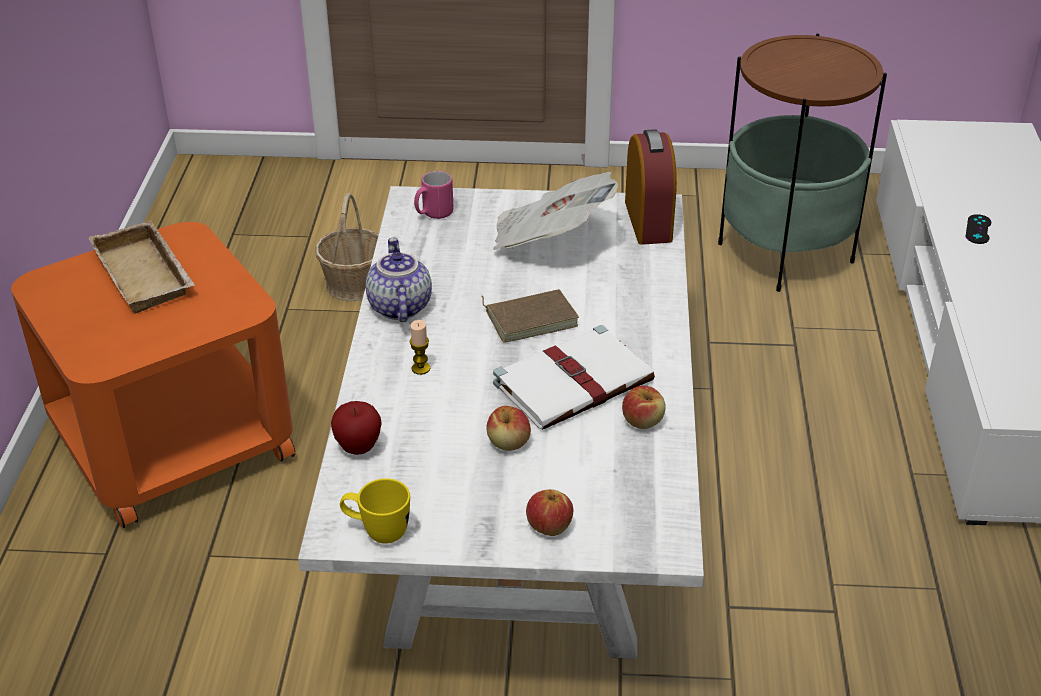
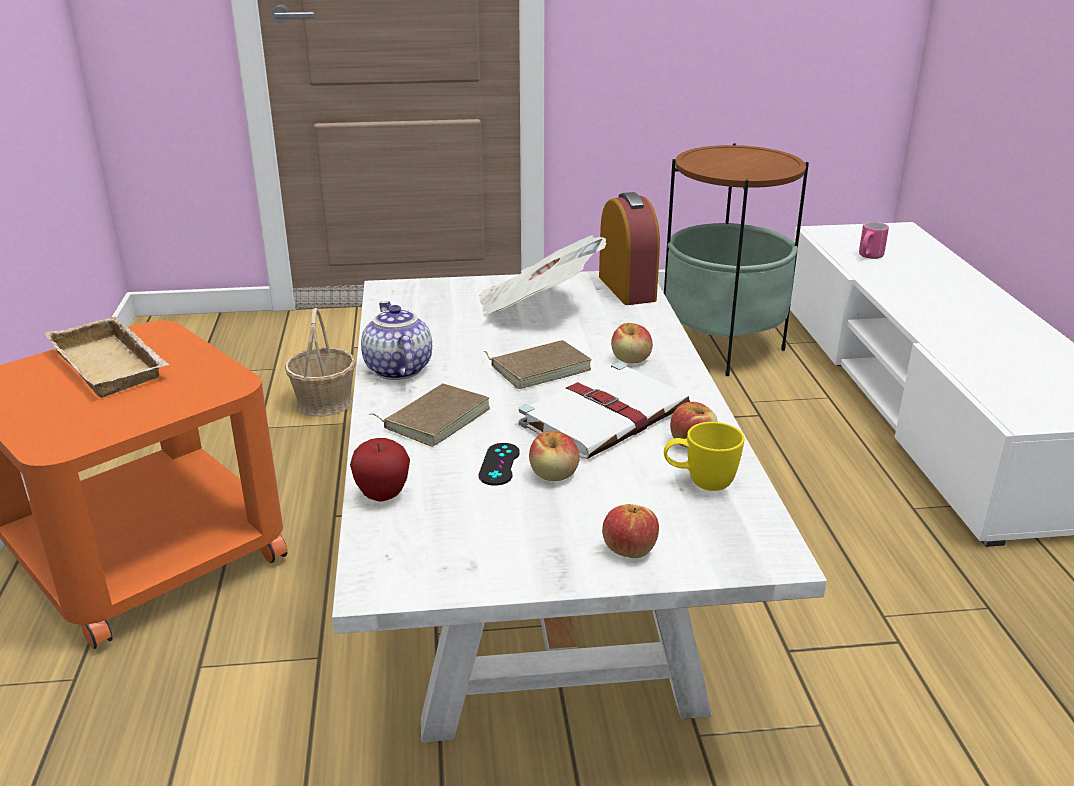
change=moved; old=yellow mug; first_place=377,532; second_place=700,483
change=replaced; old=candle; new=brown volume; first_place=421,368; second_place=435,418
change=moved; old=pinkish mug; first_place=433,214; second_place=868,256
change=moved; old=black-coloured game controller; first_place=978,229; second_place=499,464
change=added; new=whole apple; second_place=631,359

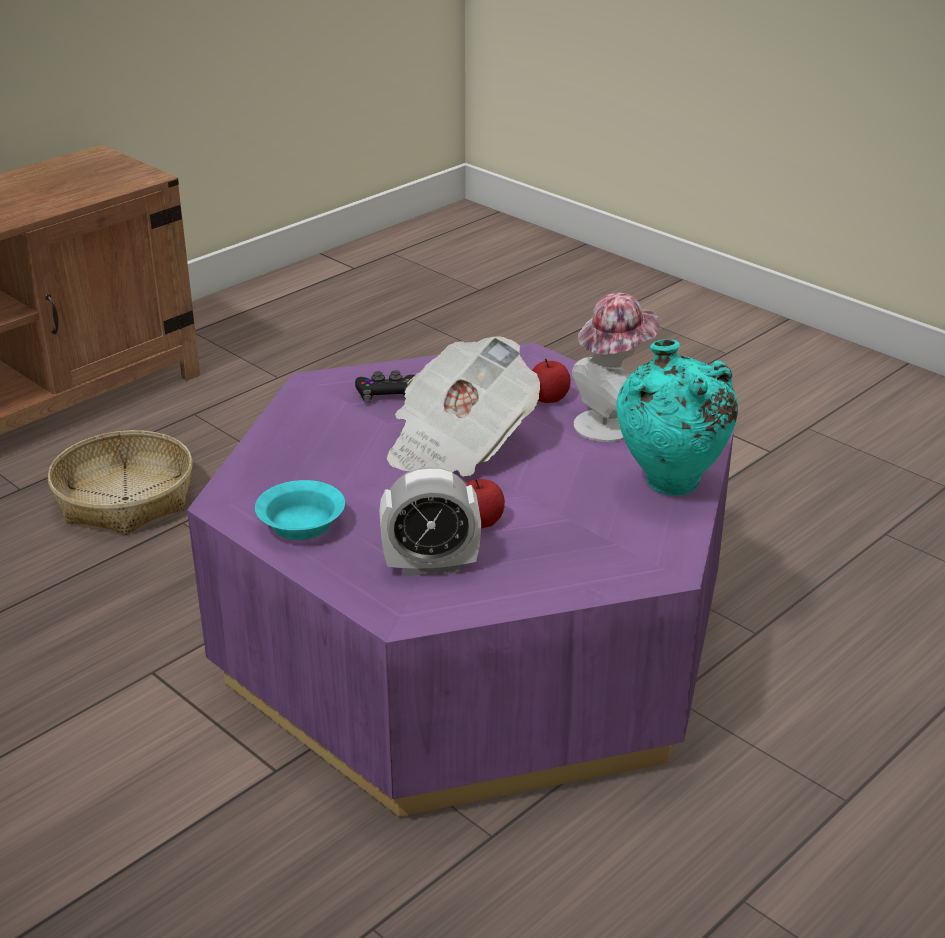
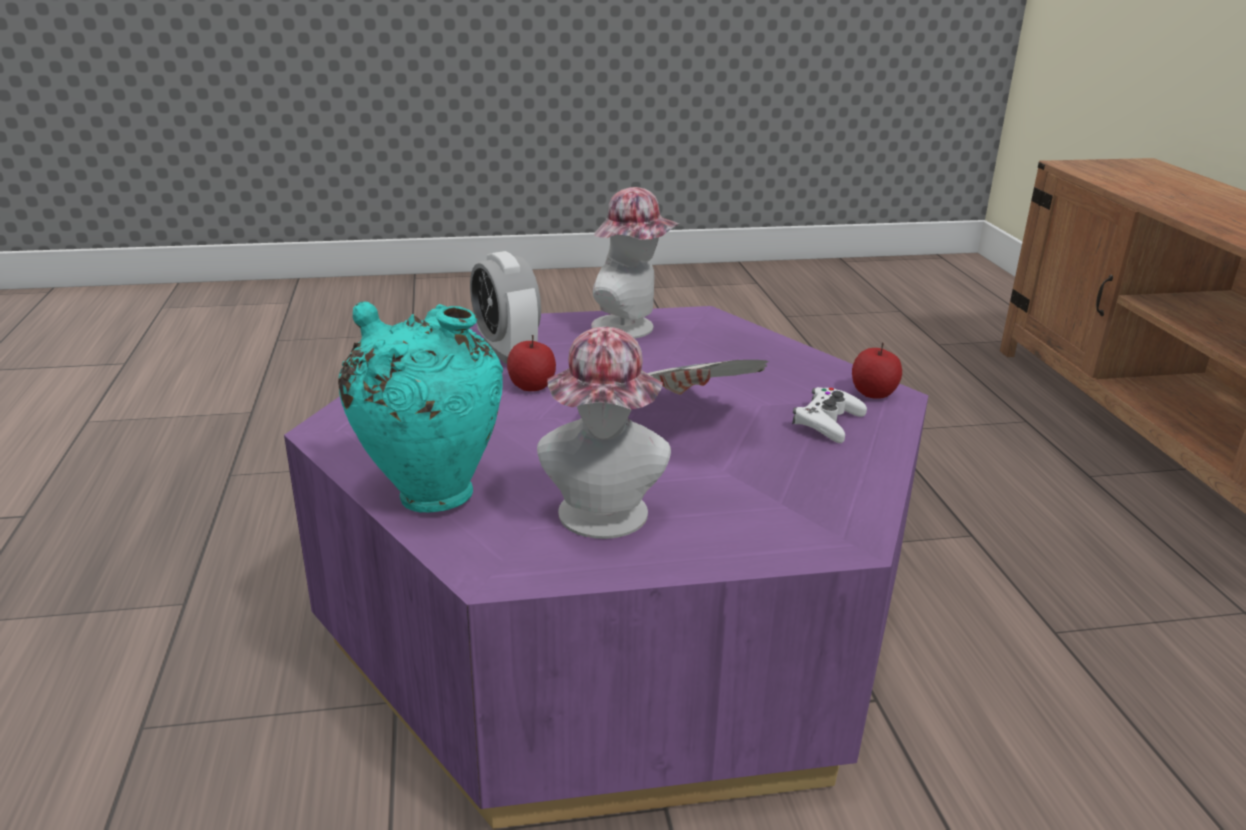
change=removed; old=basket; first_place=125,498
change=replaced; old=blue-green deep dish; new=hat; first_place=300,527; second_place=631,328
change=recoloured; old=black-coloured game controller; new=white-coloured game controller; first_place=387,393; second_place=828,422
change=turned; old=alarm clock; first_place=430,565; second_place=507,351; degrees=-60
change=moved; old=whole apple; first_place=548,398; second_place=873,393

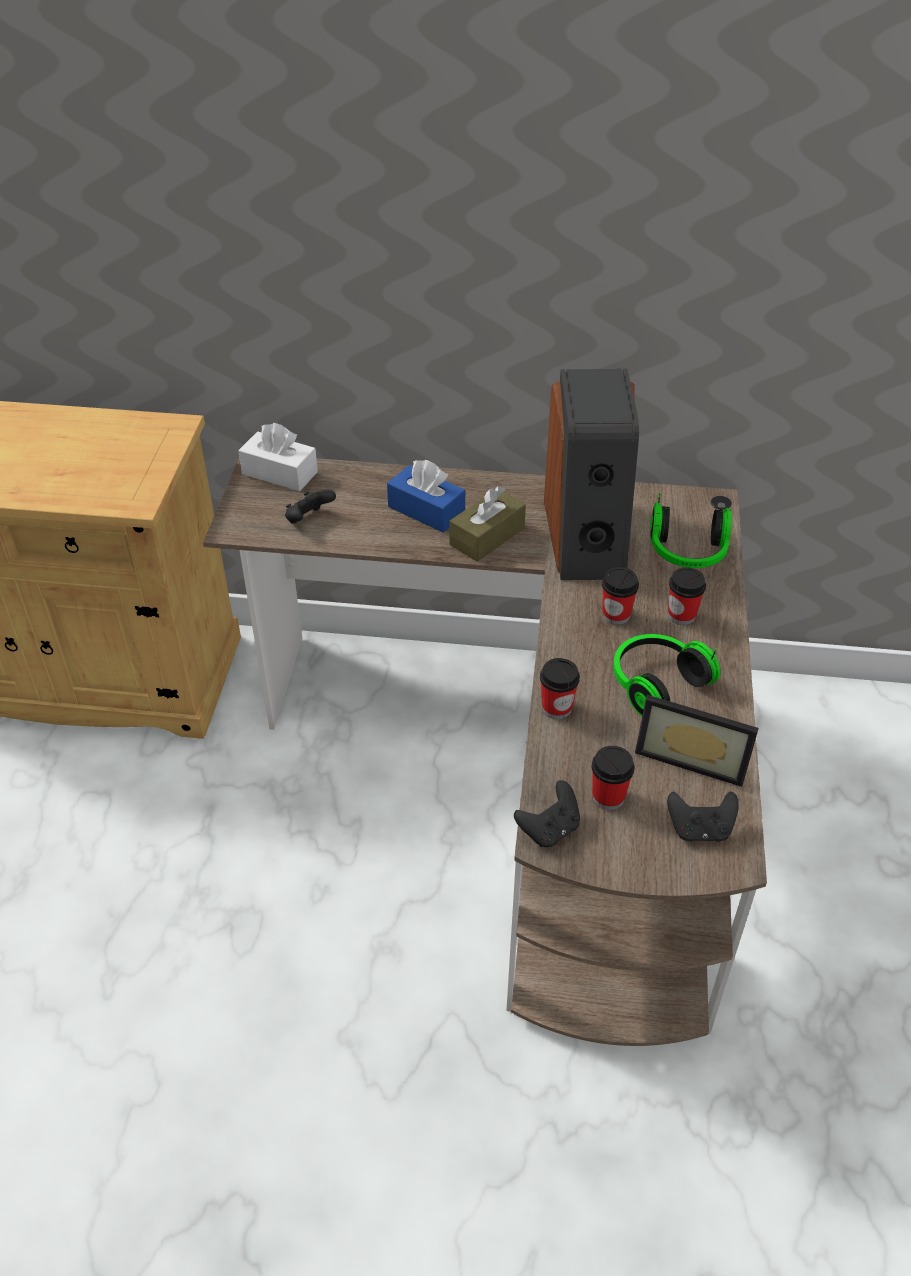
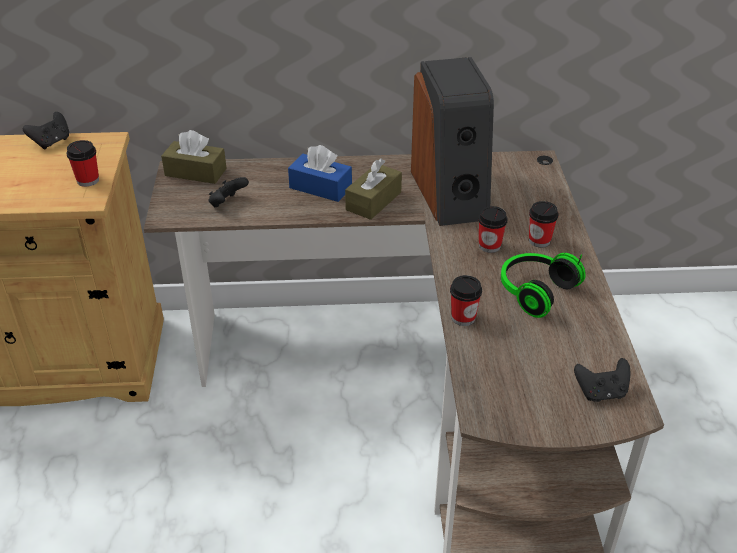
change=recoloured; old=white-coloured tissue holder; new=brown tissue holder; first_place=280,473; second_place=195,172
change=moved; old=black-coloured game controller; first_place=549,829; second_place=51,142
change=moved; old=small cup; first_place=608,797; second_place=88,180
change=removed; old=standing frame; first_place=692,755
change=removed; old=headset; first_place=687,554

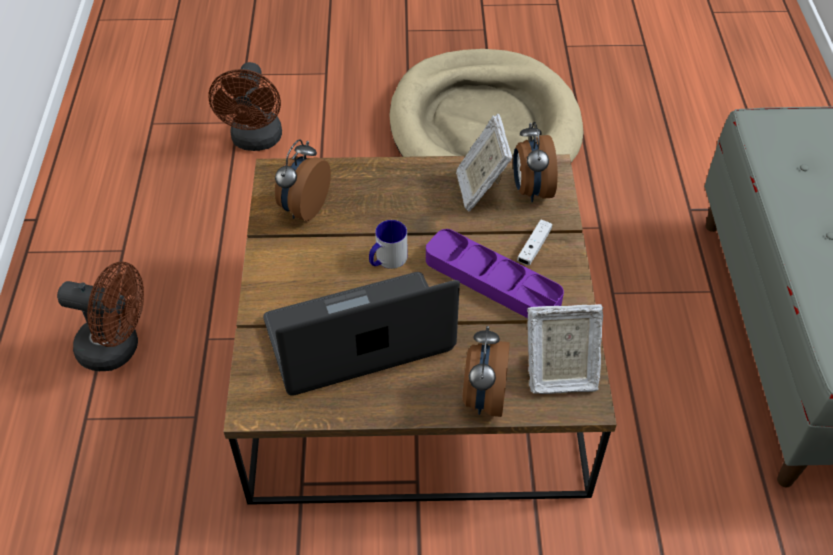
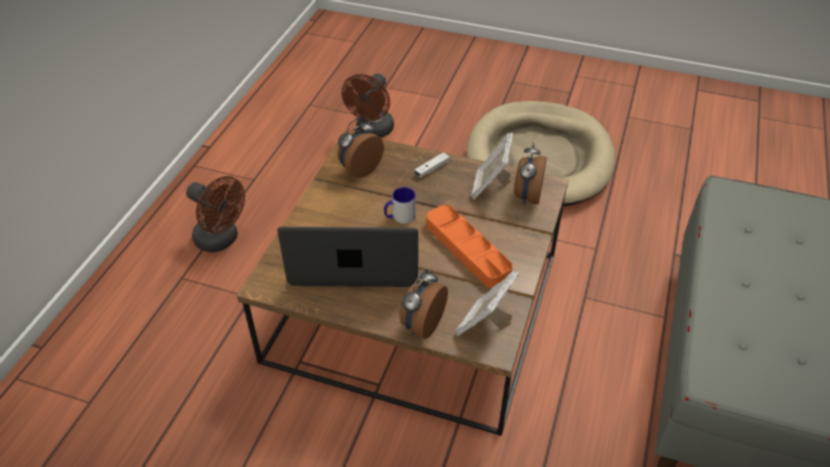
change=recoloured; old=purple tray; new=orangey tray; first_place=492,281; second_place=467,249
change=moved; old=white-coloured game controller; first_place=534,247; second_place=432,169
change=turned; old=standing frame; first_place=559,374; second_place=484,324; degrees=105

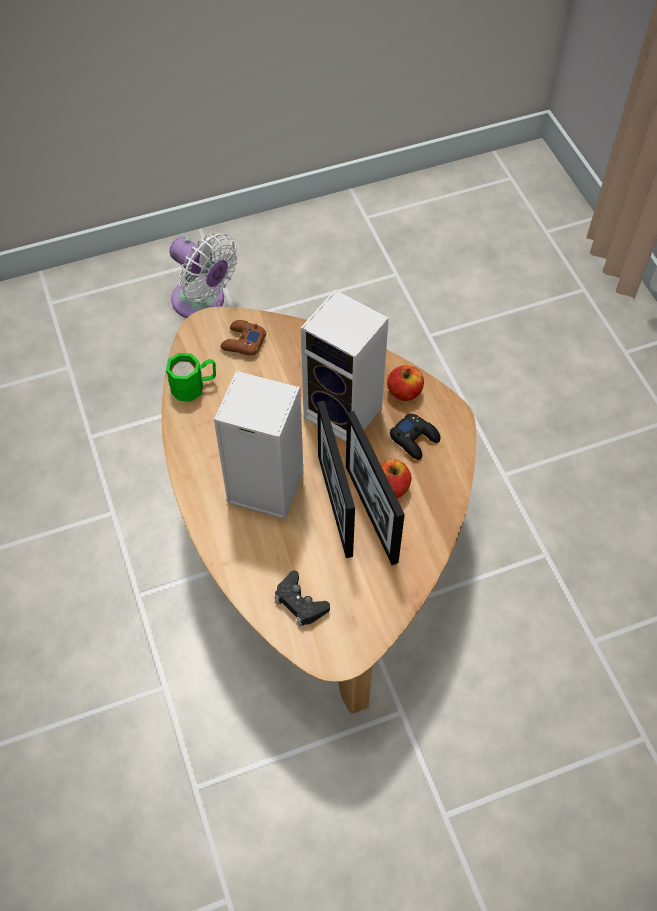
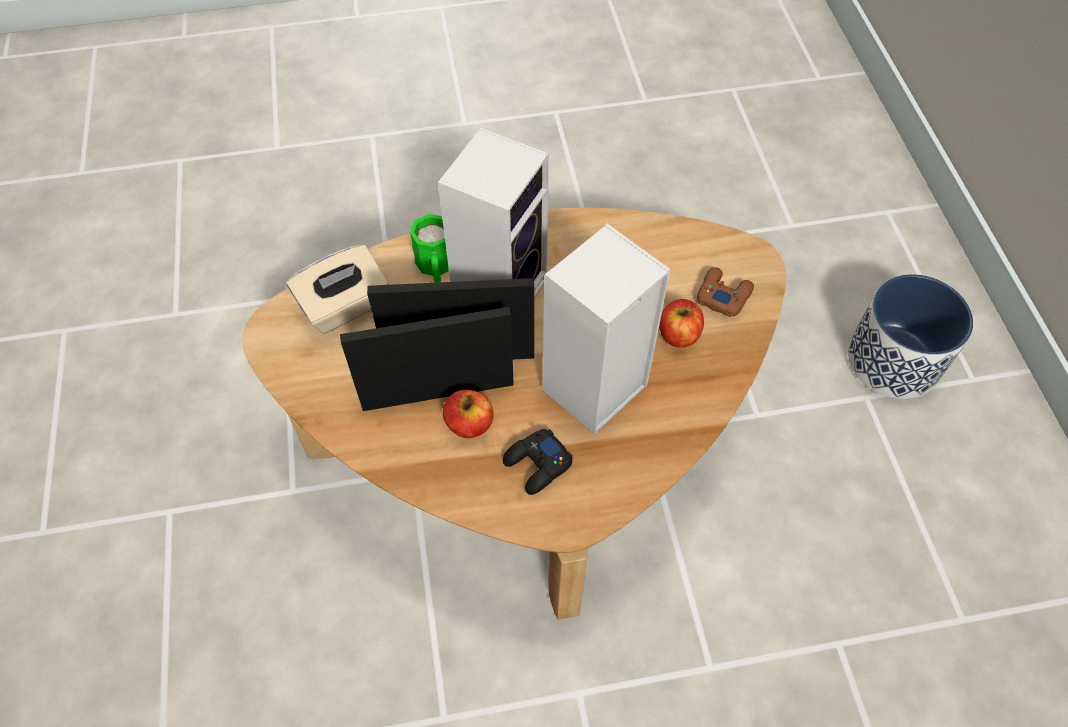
change=moved; old=green mug; first_place=194,386; second_place=436,267
change=replaced; old=white-coloured electric fan; new=plant pot; first_place=202,302; second_place=894,361
change=replaced; old=black-coloured game controller; new=beige tissue holder; first_place=300,602; second_place=345,307
change=moved; old=whole apple; first_place=404,392; second_place=678,335

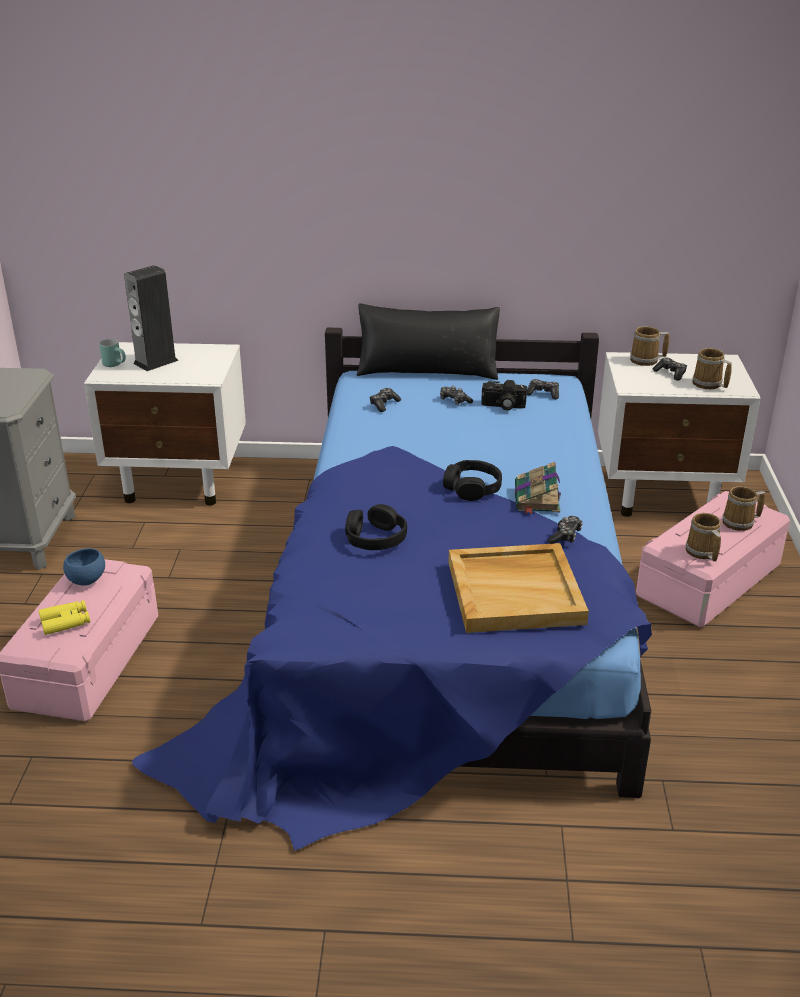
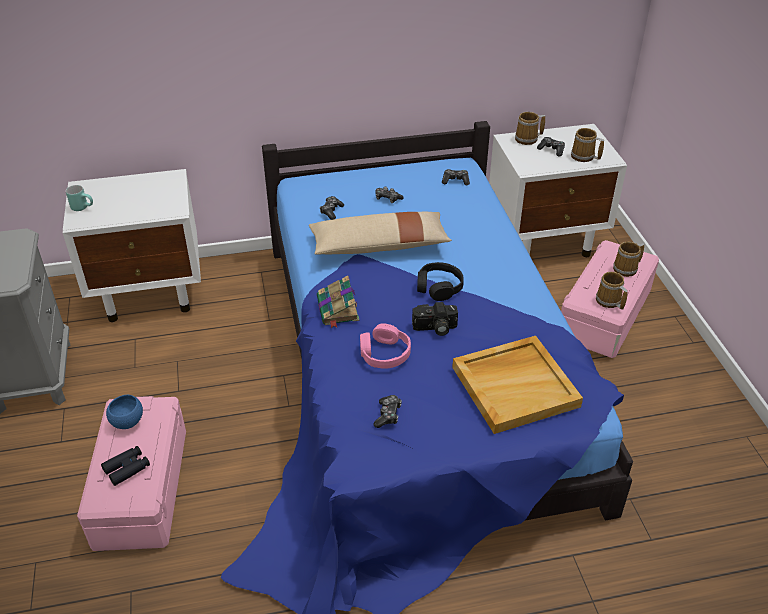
change=recoloured; old=yellow pair of binoculars; new=black-coloured pair of binoculars; first_place=65,622; second_place=127,468
change=removed; old=audio speaker; first_place=156,362
change=recoloured; old=black-coloured headset; new=pinkish headset; first_place=375,538; second_place=384,354
change=removed; old=black-coloured pillow; first_place=427,370
change=moved; old=still camera; first_place=503,406; second_place=435,328
change=moved; old=volume; first_place=537,499; second_place=338,310
change=moved; old=game controller; first_place=565,536; second_place=388,415
change=added; new=beige pillow; second_place=379,245

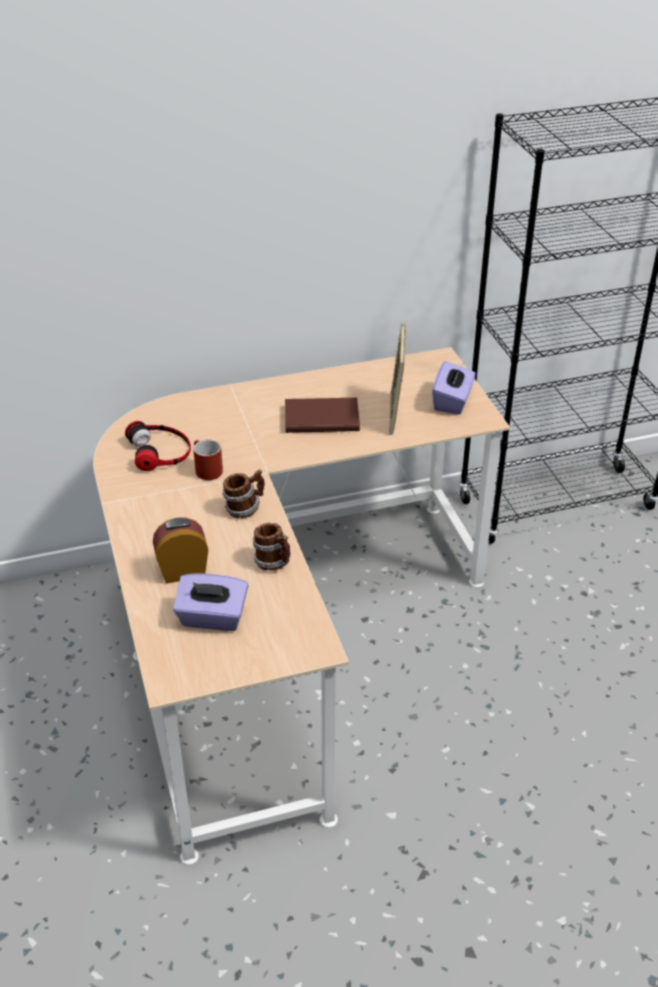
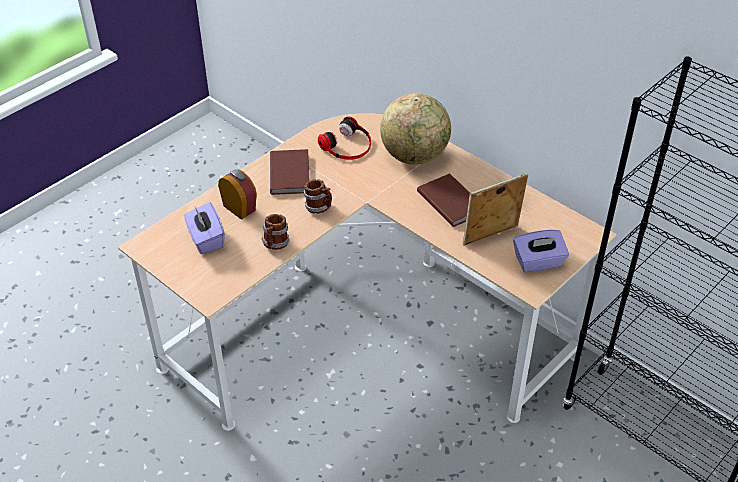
change=removed; old=red mug; first_place=205,469
change=added; new=brown volume; second_place=291,173
change=added; new=desk globe; second_place=415,156

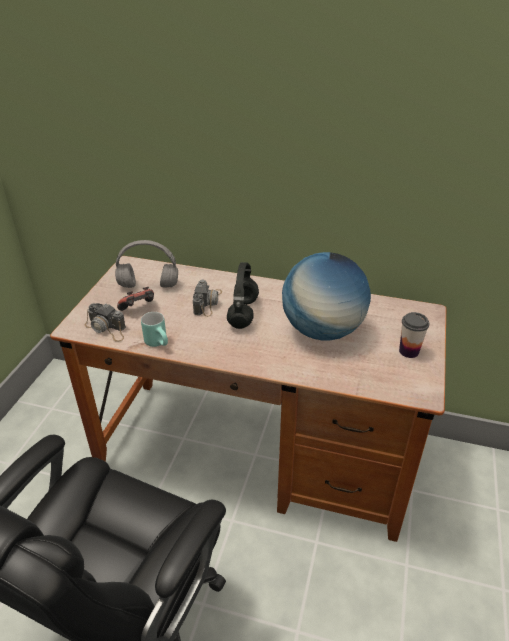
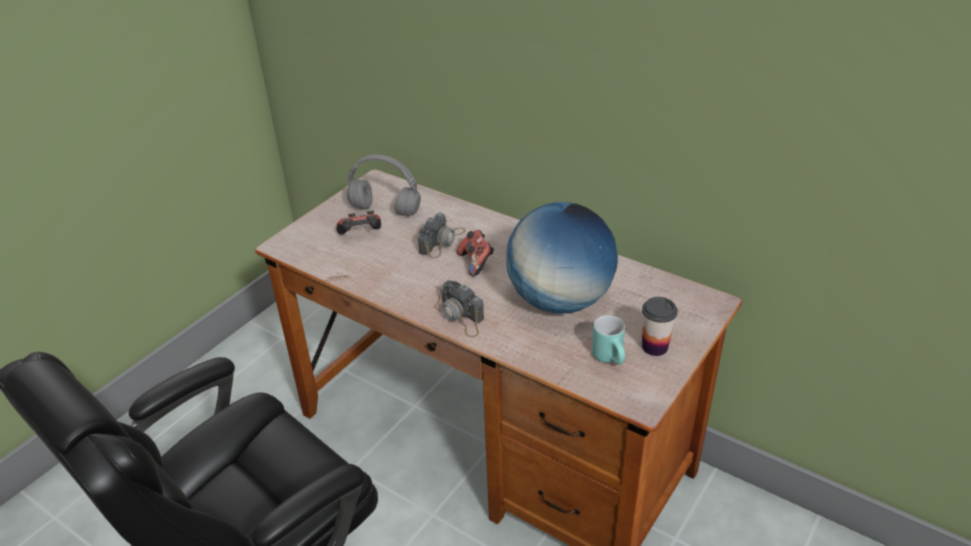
change=moved; old=still camera; first_place=107,328; second_place=460,316
change=moved; old=blue-green mug; first_place=159,343; second_place=612,358
change=replaced; old=black-coloured headset; new=game controller; first_place=243,314; second_place=476,263

